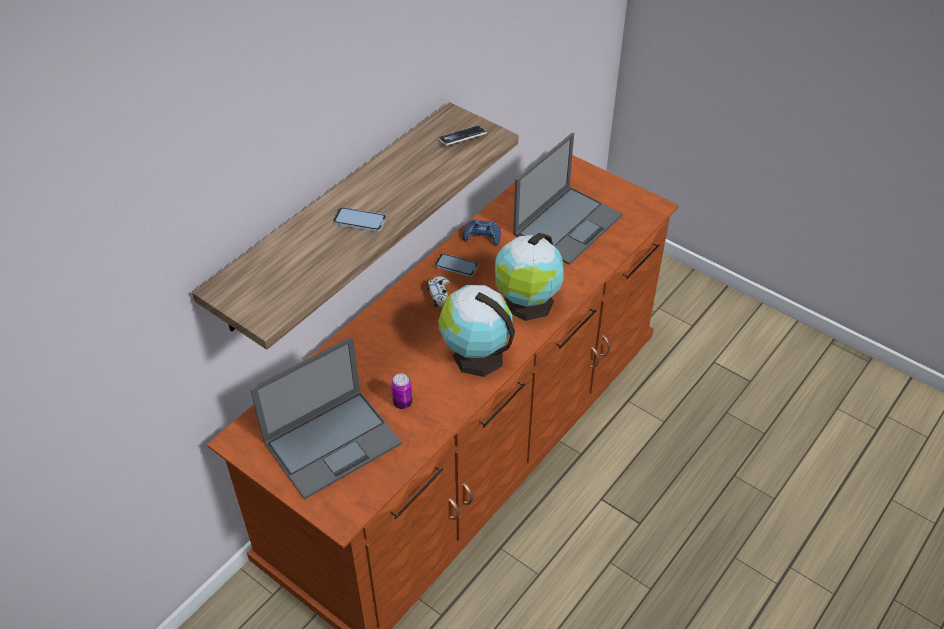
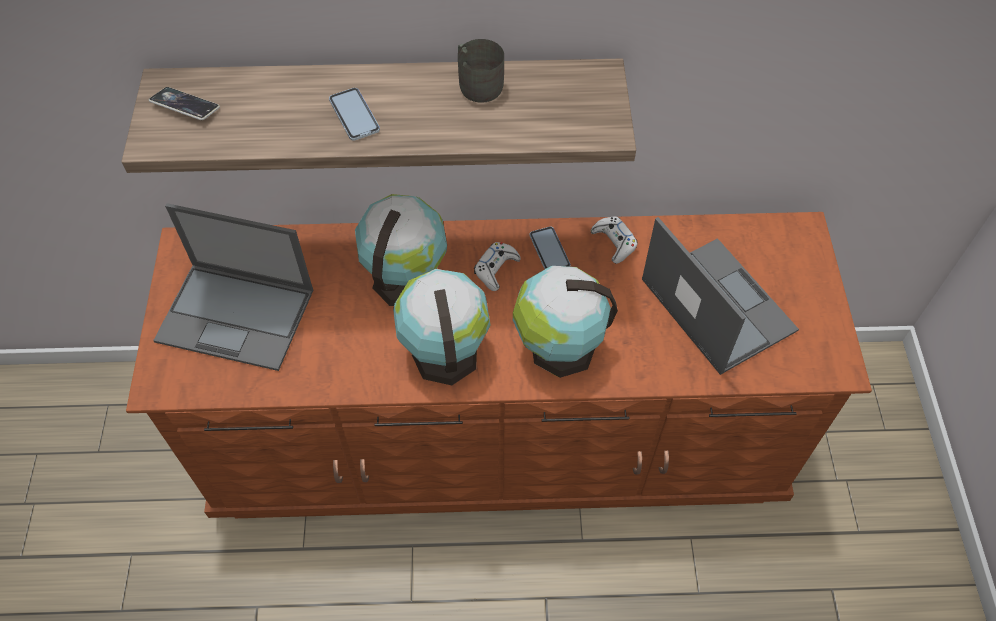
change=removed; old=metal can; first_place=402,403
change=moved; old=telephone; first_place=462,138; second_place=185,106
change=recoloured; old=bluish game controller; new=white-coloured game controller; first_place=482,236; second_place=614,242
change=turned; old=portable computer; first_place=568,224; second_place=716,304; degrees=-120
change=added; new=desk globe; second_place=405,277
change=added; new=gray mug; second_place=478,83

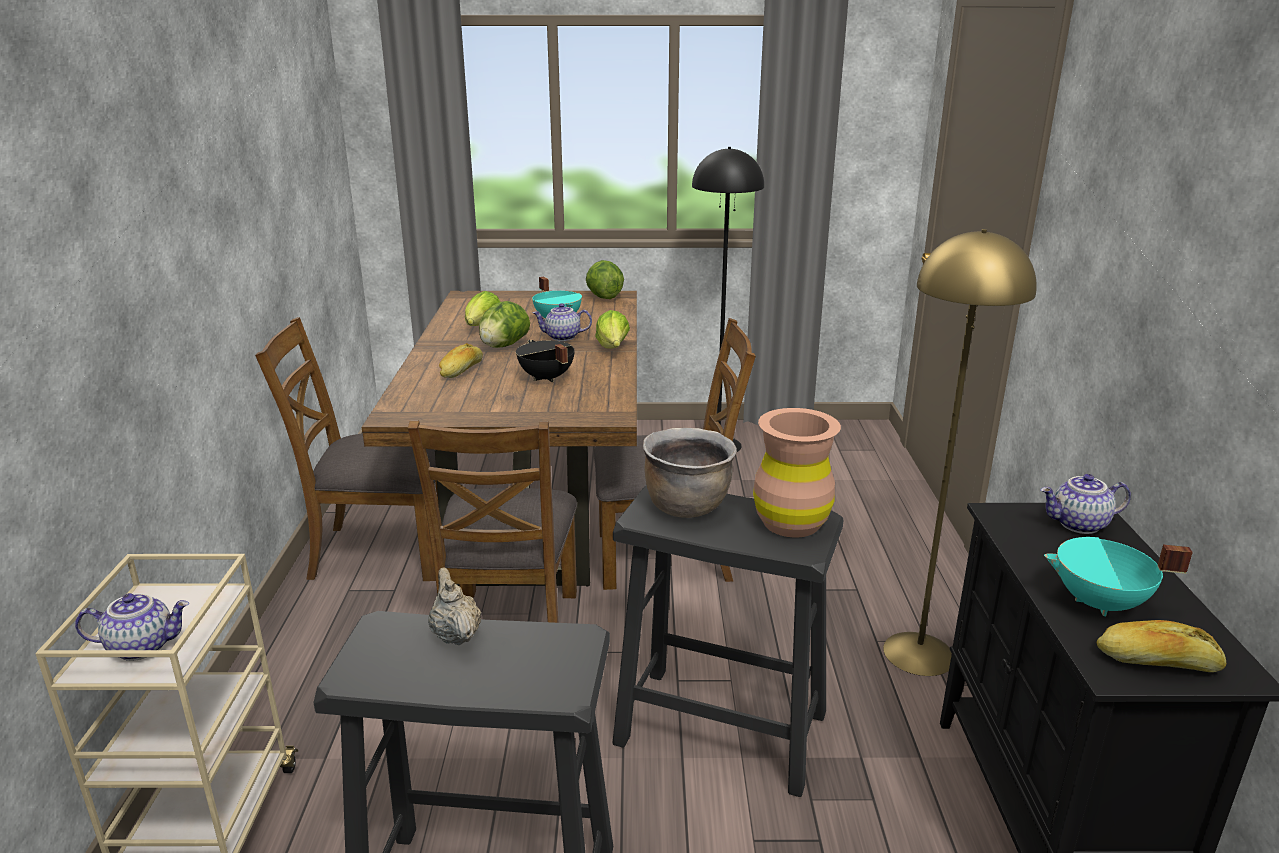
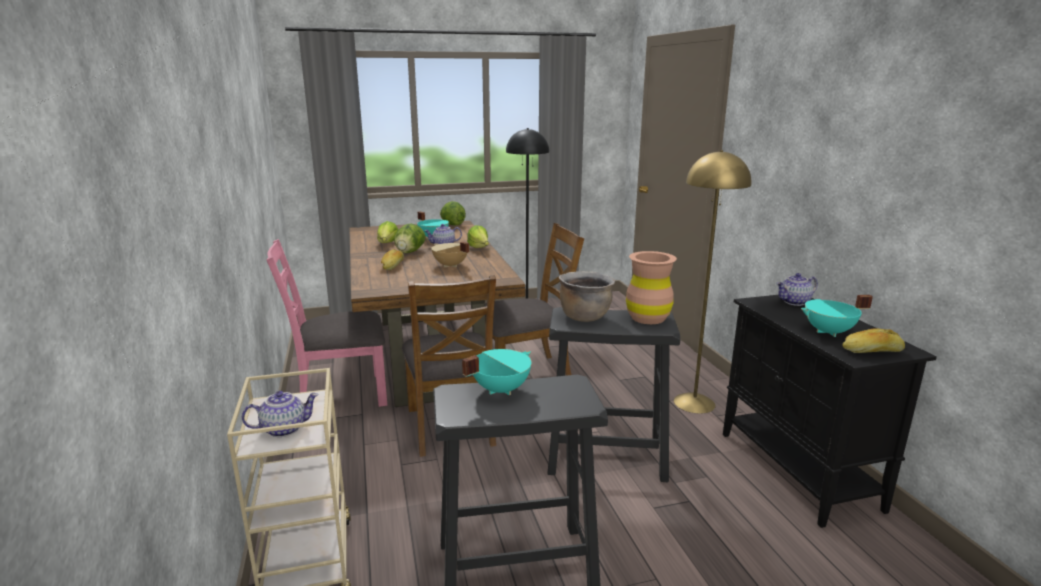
change=recoloured; old=brown plain chair; new=pinkish plain chair; first_place=381,551; second_place=340,394
change=replaced; old=beige pot for tea; new=blue-green saucepot; first_place=455,634; second_place=500,389
change=recoloured; old=black-coloured saucepot; new=beige saucepot; first_place=545,378; second_place=450,265

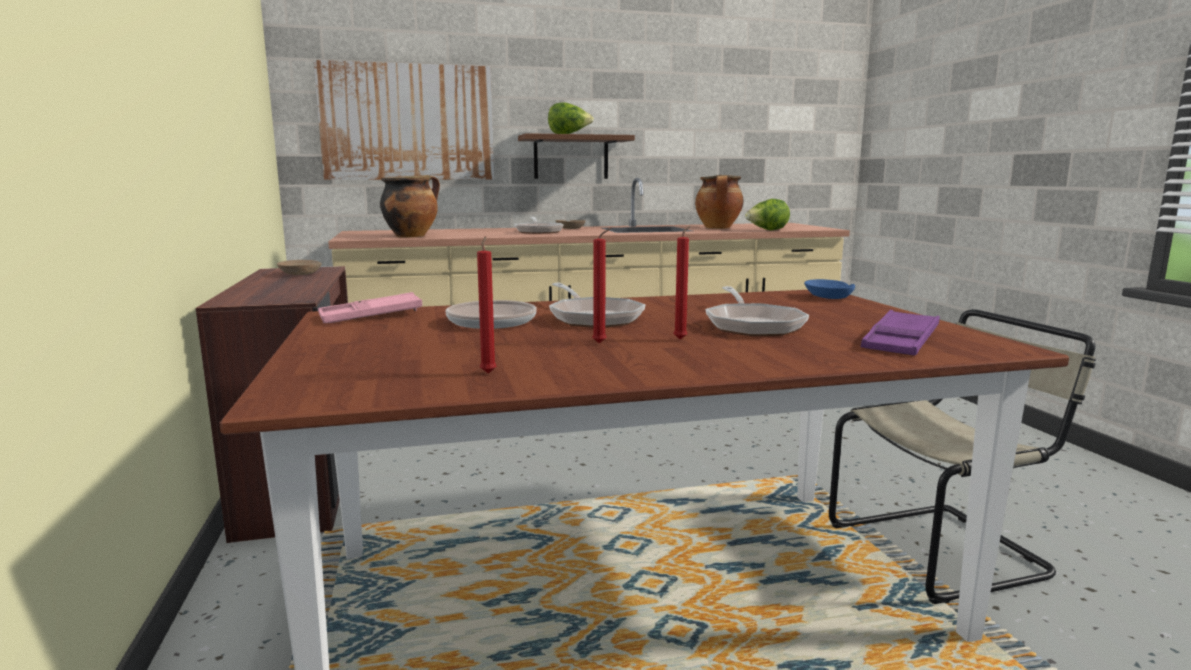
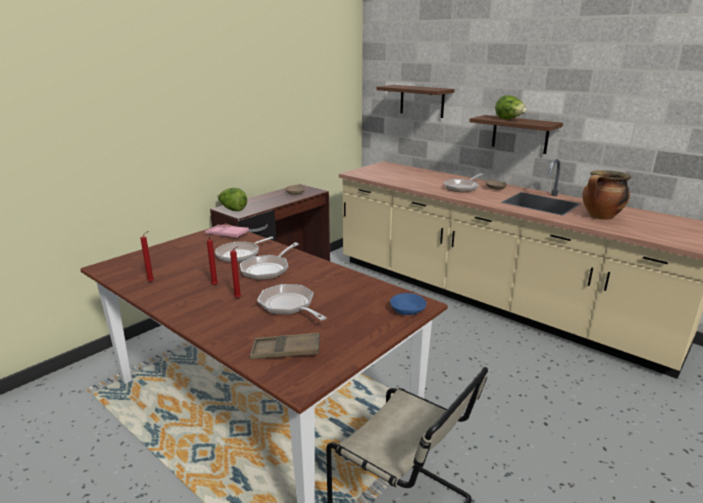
change=replaced; old=wall picture; new=shelf; first_place=408,122; second_place=422,101
change=removed; old=saucepot; first_place=411,236
change=turned; old=skillet; first_place=752,325; second_place=289,306; degrees=90
change=moved; old=lettuce; first_place=767,230; second_place=232,210
change=recoloured; old=purple tray; new=brown tray; first_place=900,341; second_place=286,351

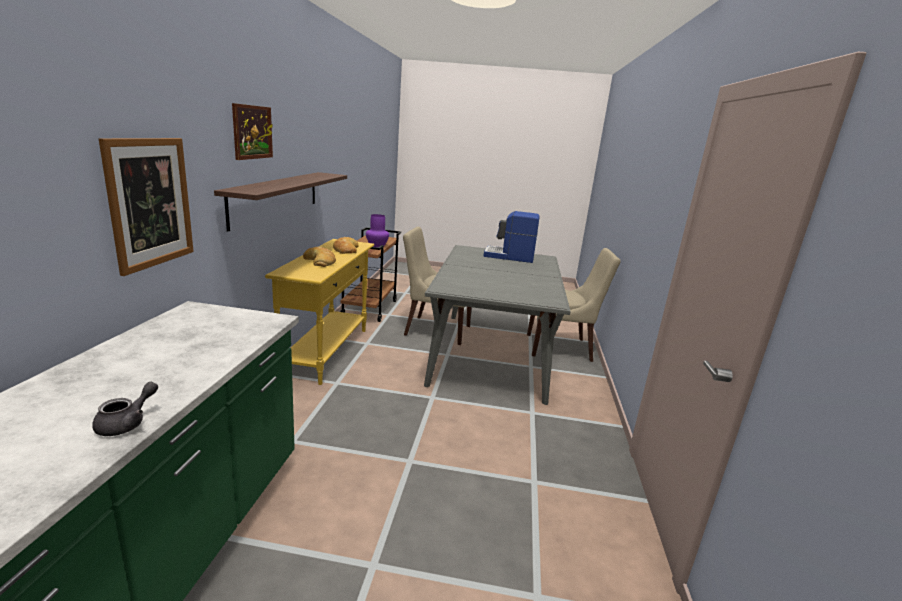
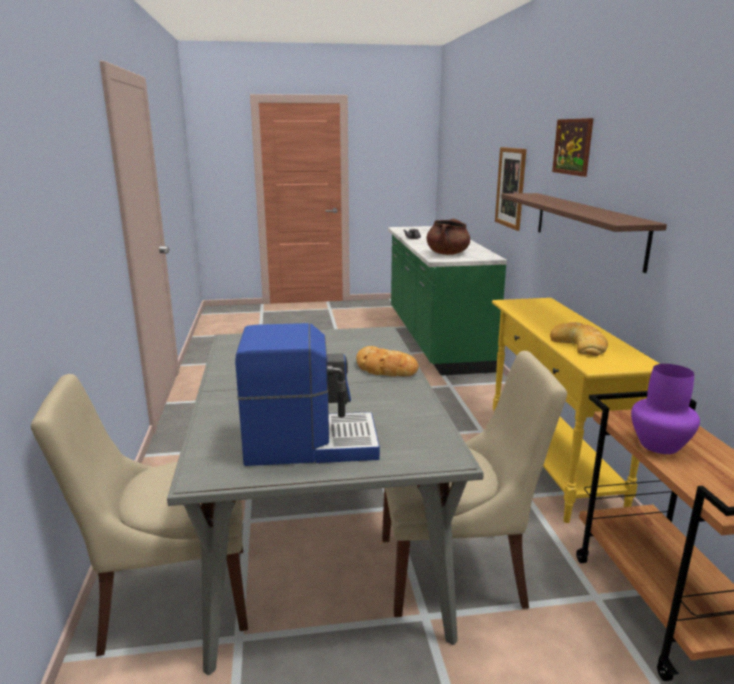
change=moved; old=baked bread; first_place=320,261; second_place=384,368
change=added; new=brown saucepot; second_place=447,254

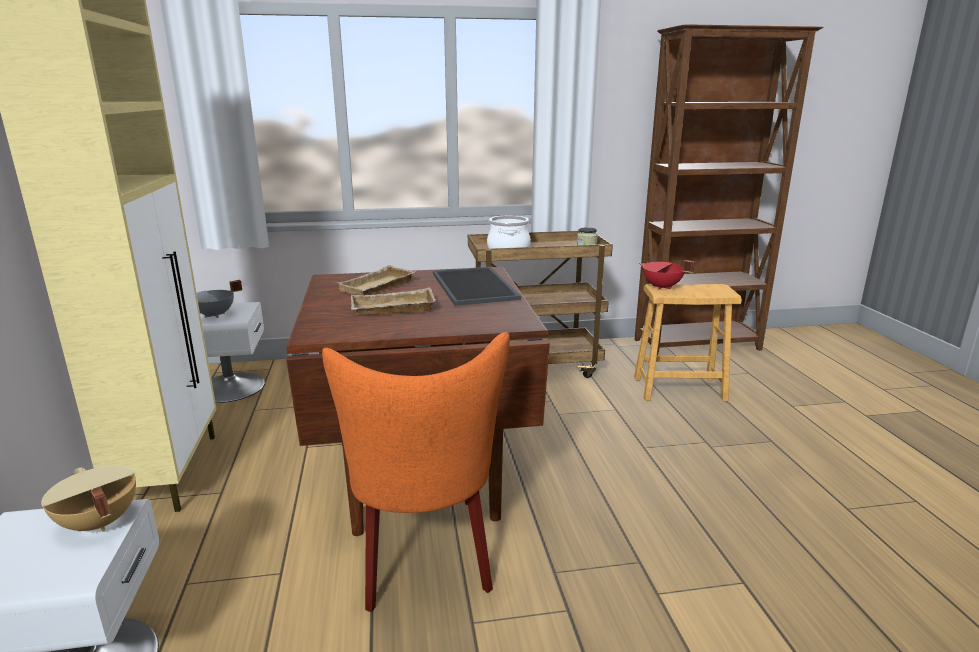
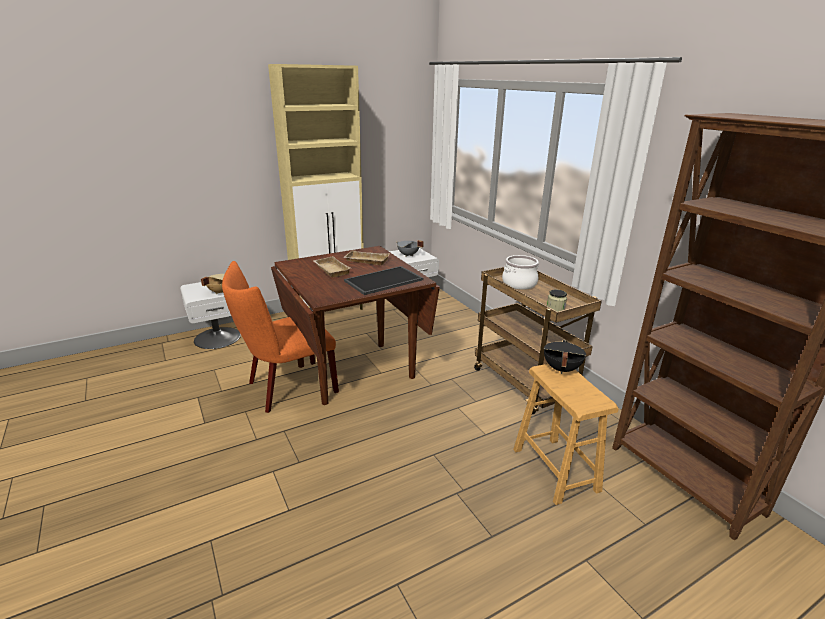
change=recoloured; old=red saucepot; new=black-coloured saucepot; first_place=661,287; second_place=560,369

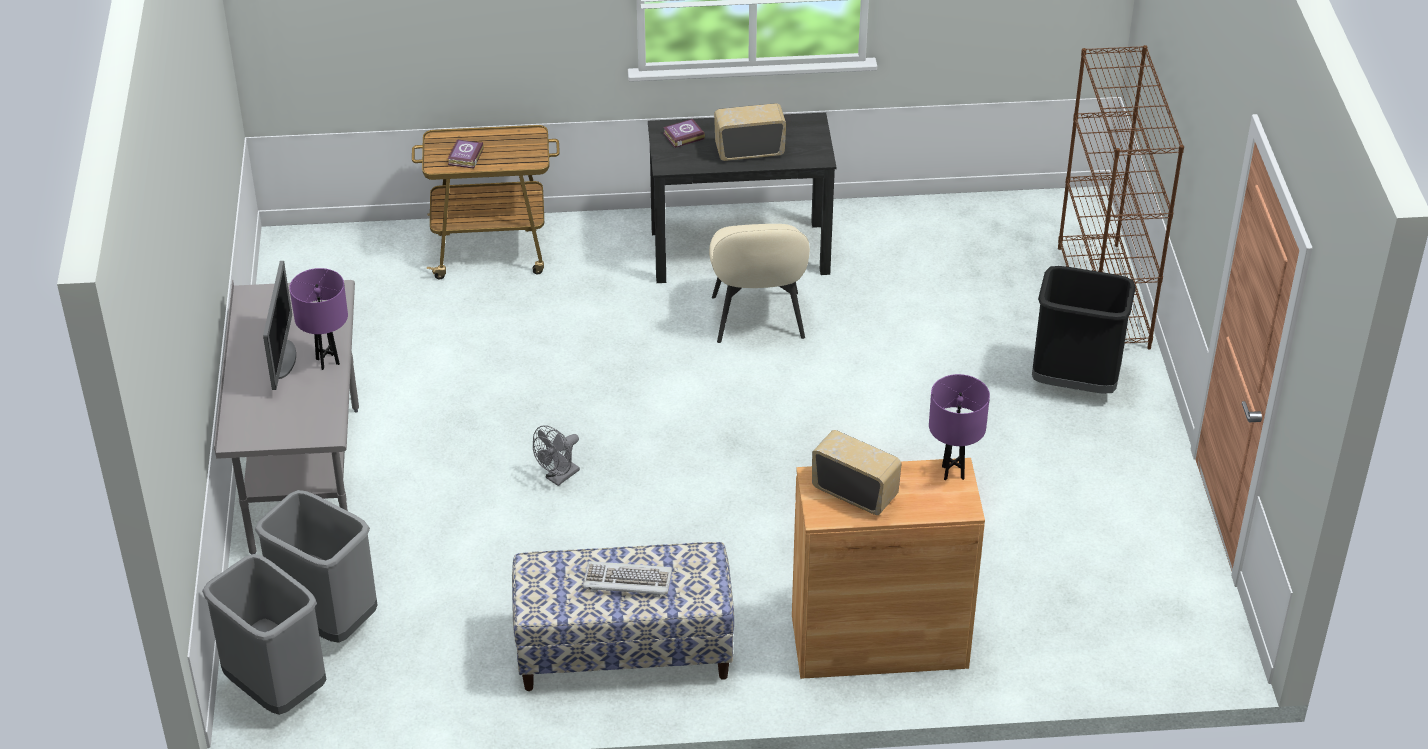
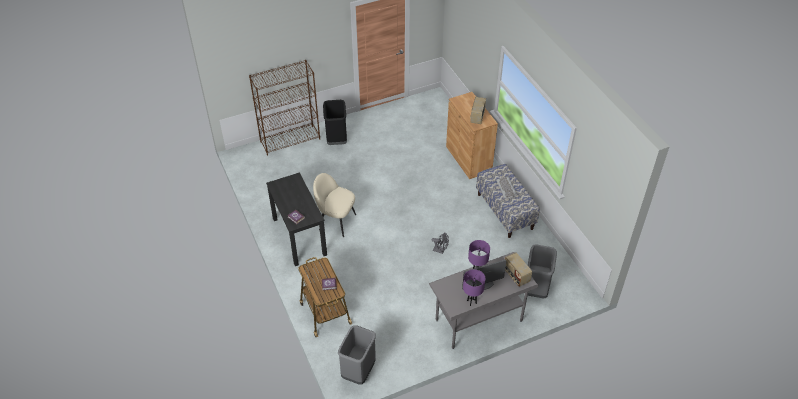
change=moved; old=gray waste bin; first_place=277,688; second_place=358,371
change=turned; old=beige plain chair; first_place=758,319; second_place=336,221; degrees=-135
change=moved; old=radio set; first_place=749,151; second_place=516,276
change=moved; old=purple tabletop lamp; first_place=953,472; second_place=471,302

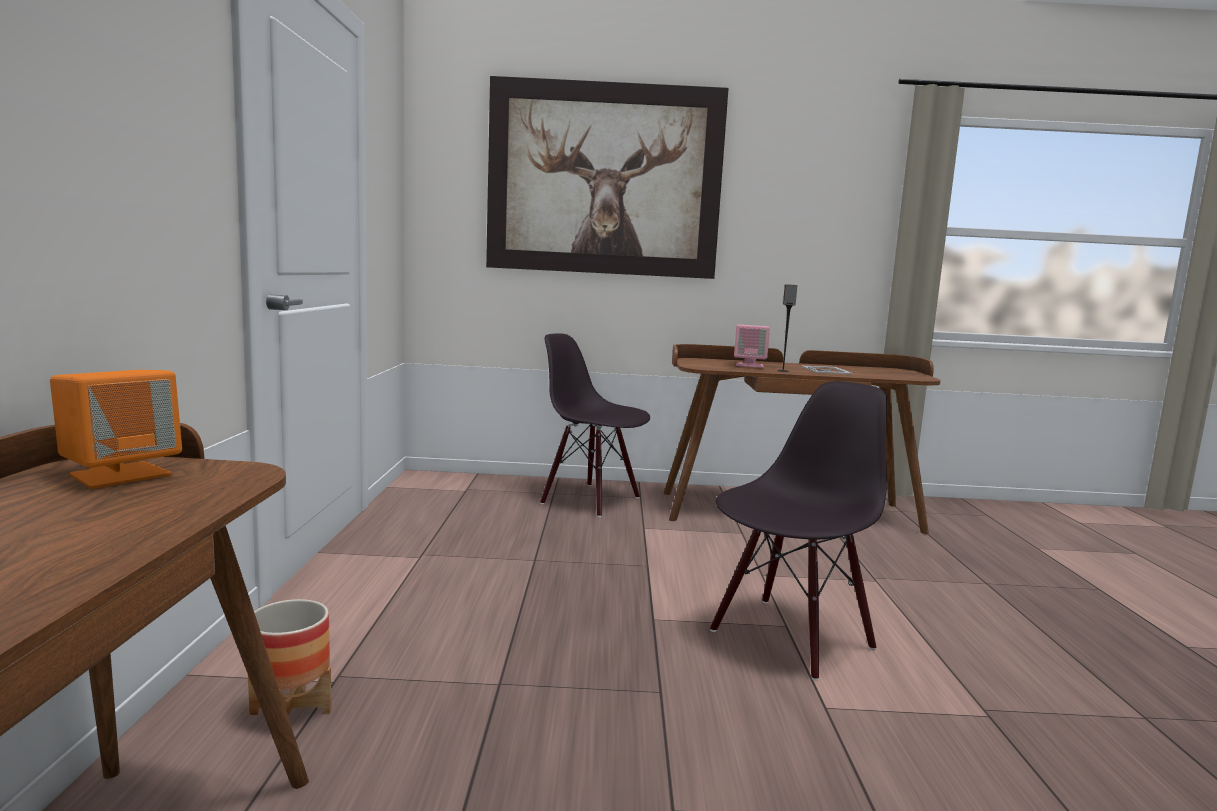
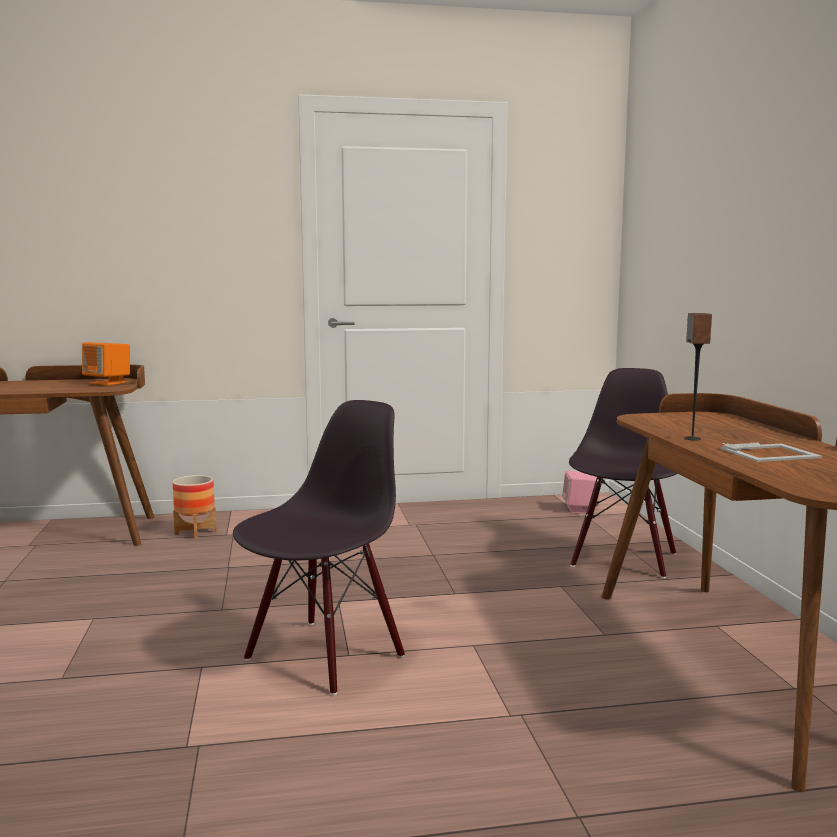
change=removed; old=wall picture; first_place=604,180
change=turned; old=black-coloured plain chair; first_place=790,637; second_place=324,656; degrees=-90
change=moved; old=pinkish audio speaker; first_place=749,365; second_place=580,509

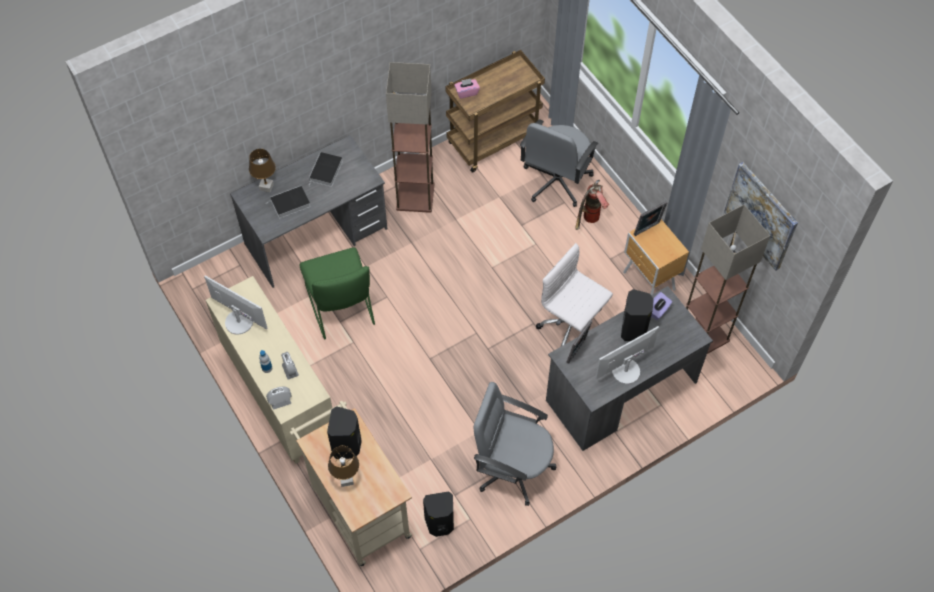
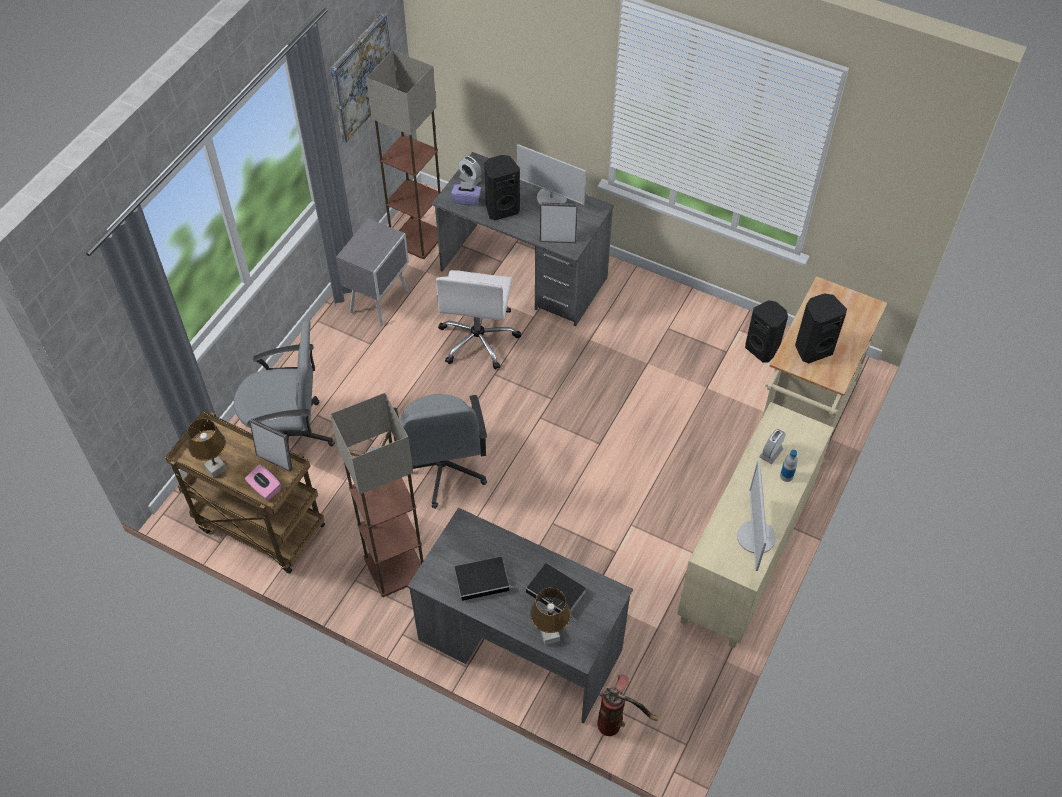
change=moved; old=alarm clock; first_place=280,402; second_place=470,179
change=removed; old=green plain chair; first_place=341,309
change=moved; old=brown tabletop lamp; first_place=346,479; second_place=216,469
change=moved; old=gray desk chair; first_place=512,467; second_place=441,468
change=moved; old=fire extinguisher; first_place=589,221; second_place=618,722
change=recoloured; old=brown night table; new=gray night table; first_place=649,282; second_place=381,301
change=moved; old=standing frame; first_place=647,230; second_place=275,460

